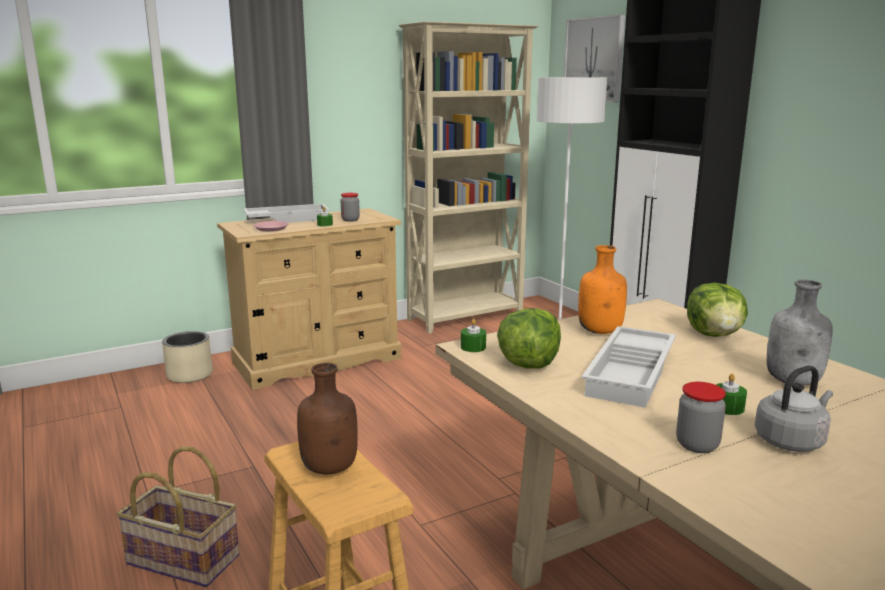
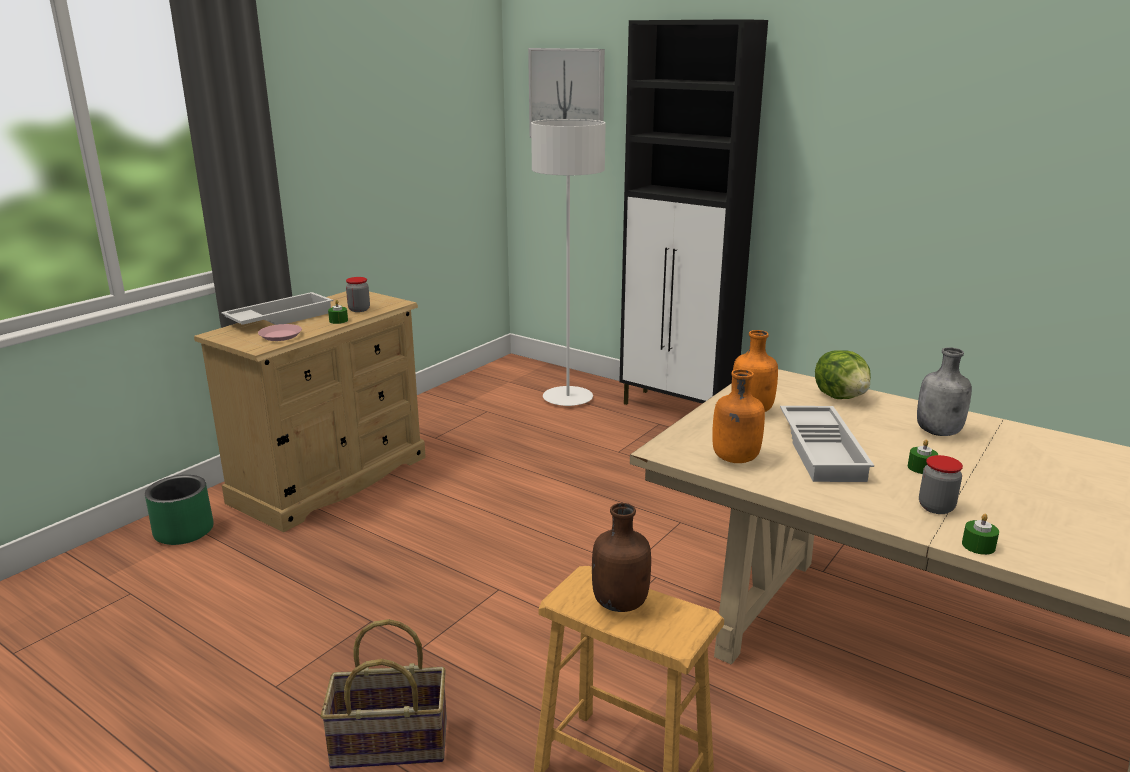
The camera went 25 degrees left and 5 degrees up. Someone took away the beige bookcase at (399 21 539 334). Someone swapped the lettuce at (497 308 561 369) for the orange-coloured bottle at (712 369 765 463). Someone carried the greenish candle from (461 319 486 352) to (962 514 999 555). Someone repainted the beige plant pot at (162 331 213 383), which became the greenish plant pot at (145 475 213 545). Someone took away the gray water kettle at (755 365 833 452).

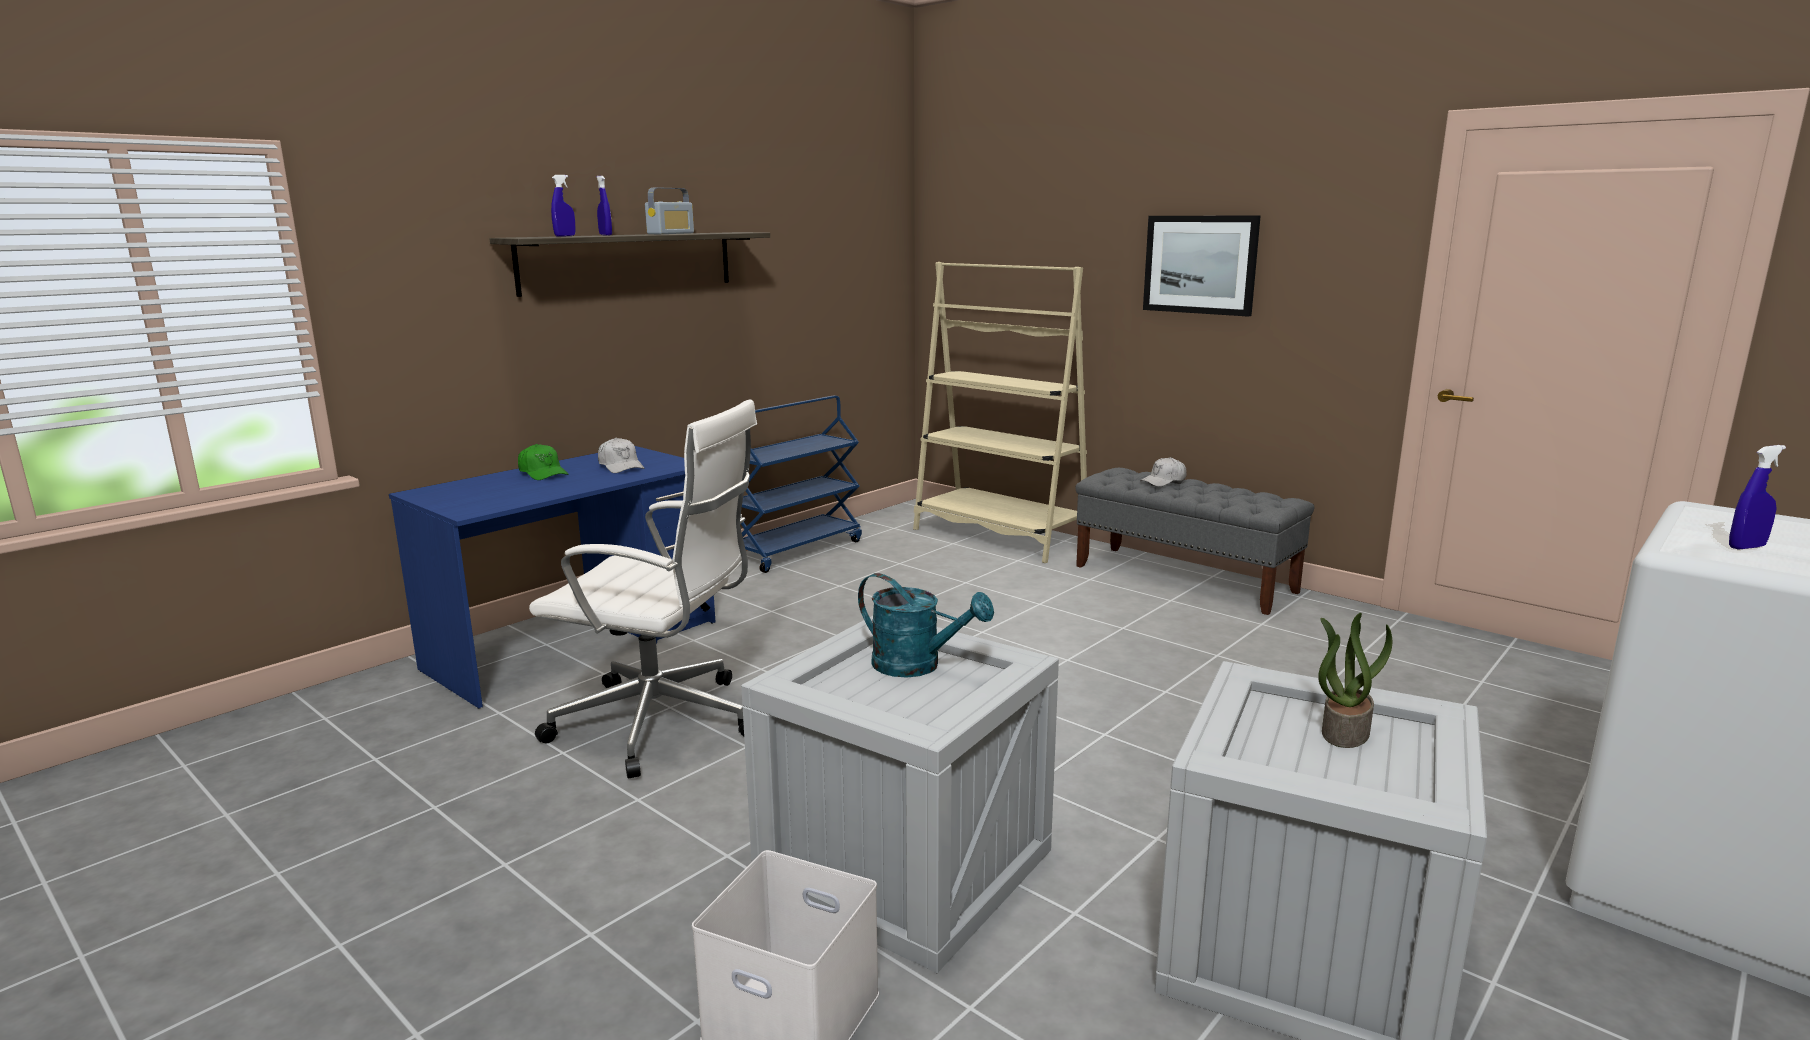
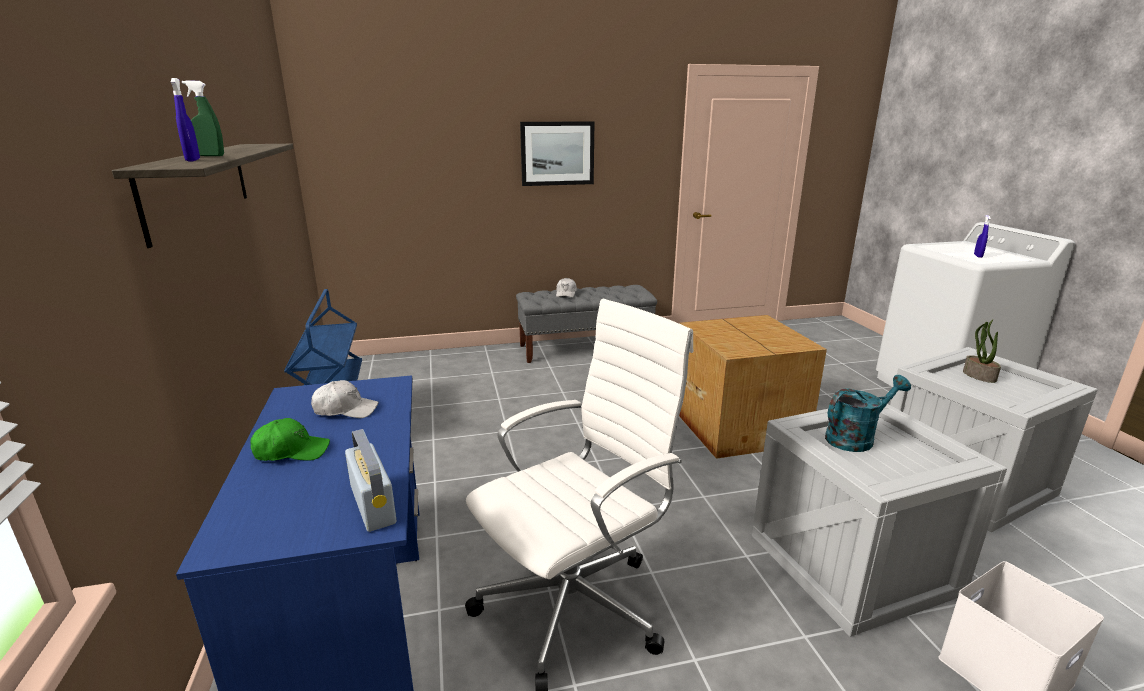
The camera went 55 degrees left and 5 degrees up. Someone repainted the blue-coloured spray bottle at (596 176 612 236), which became the greenish spray bottle at (182 80 224 156). Someone carried the radio from (645 187 694 234) to (345 429 397 532). Someone took away the beige bookcase at (913 262 1087 563). Someone put down the cardboard box at (679 315 827 459).

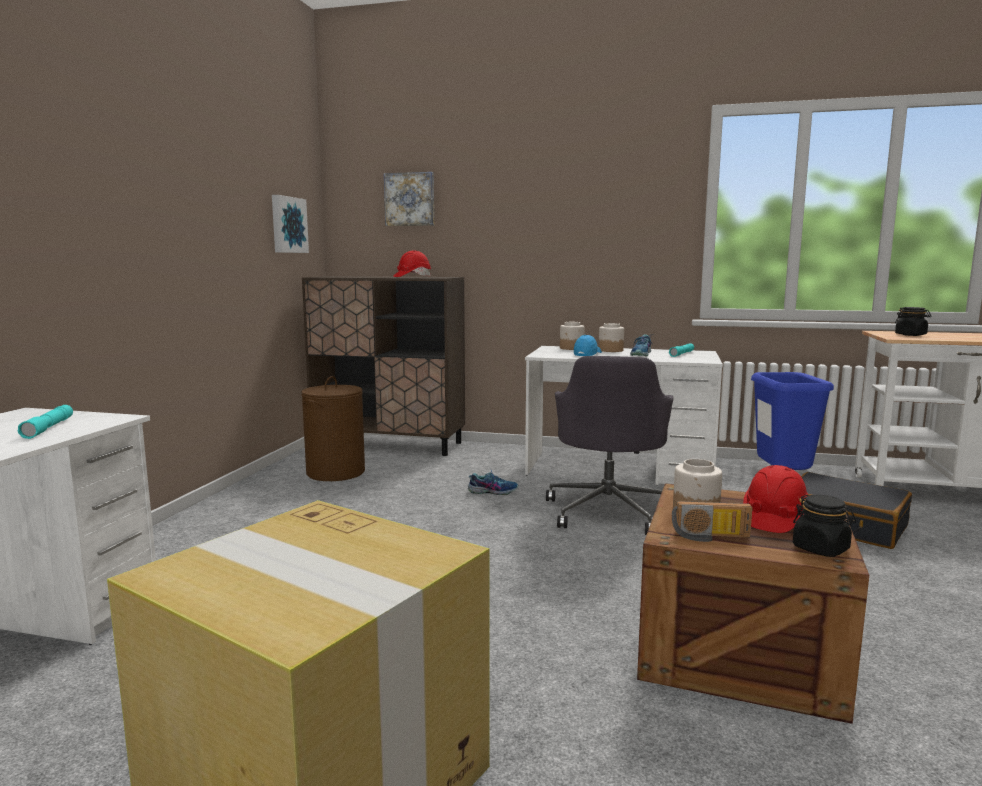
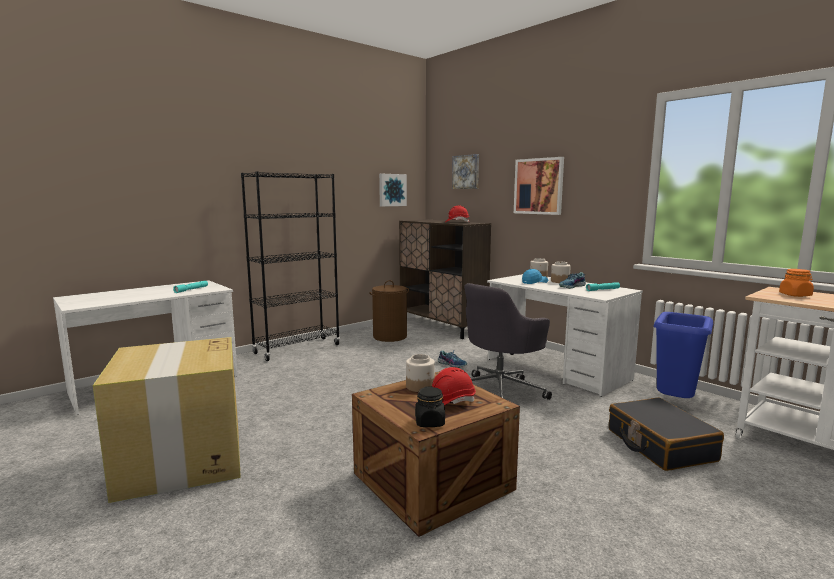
The camera went 35 degrees right and 0 degrees up. Someone repainted the black-coloured storage jar at (895 307 931 336), which became the orange-coloured storage jar at (779 269 814 297). Someone took away the radio at (672 501 752 542). Someone put up the picture at (514 157 564 215). Someone put down the black-coloured bookcase at (241 171 340 361).

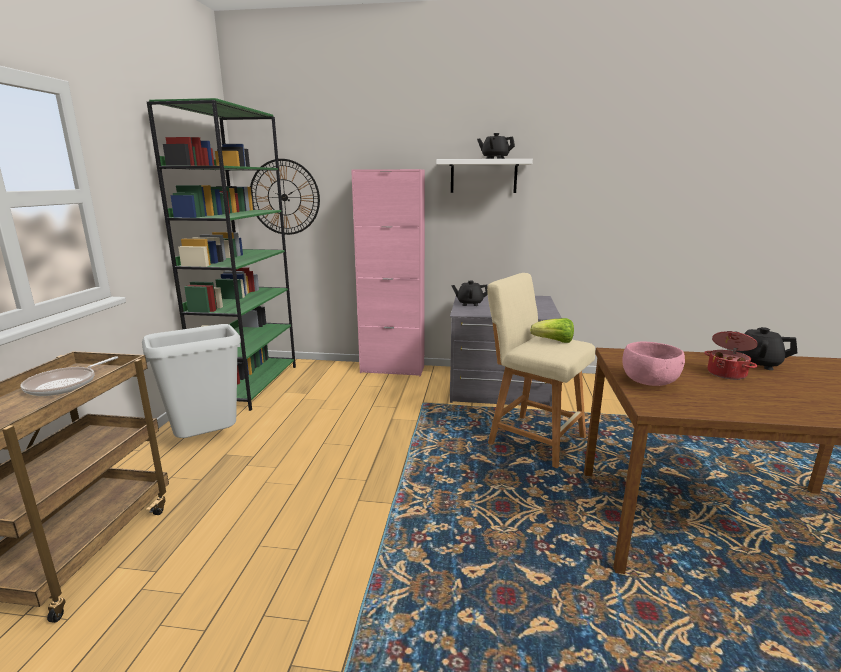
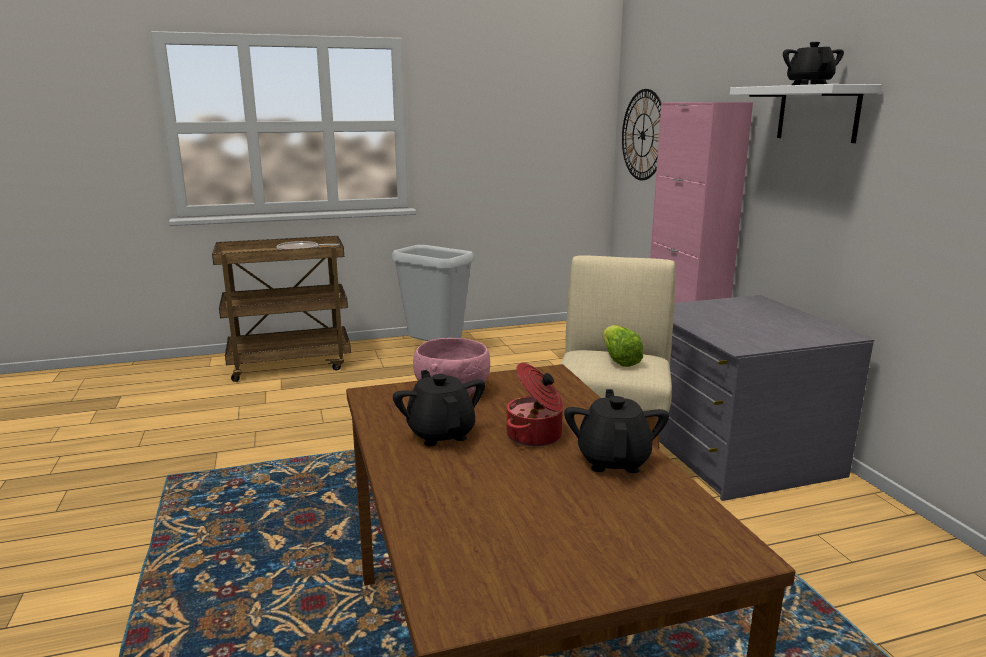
The camera went 65 degrees right and 0 degrees up. Someone took away the greenish bookcase at (147 98 296 411). Someone carried the black-coloured teapot from (452 281 488 306) to (393 370 485 446).

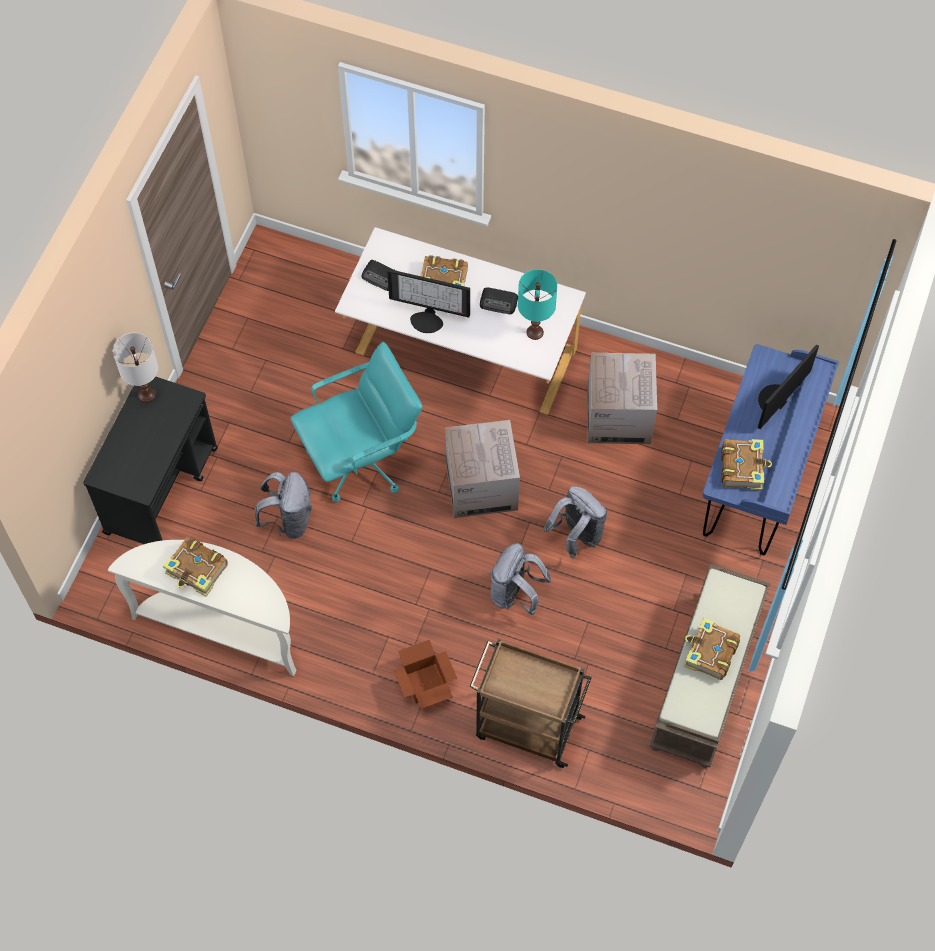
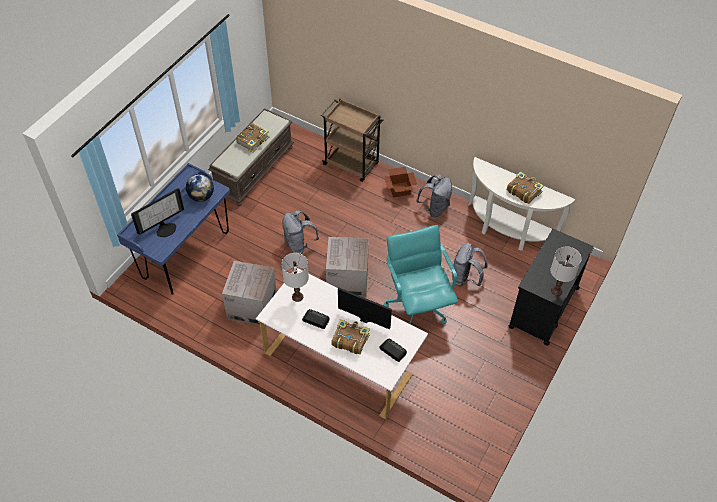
The camera went 170 degrees left and 10 degrees down. Someone repainted the turquoise table lamp at (518 269 557 340), which became the white-coloured table lamp at (282 253 309 302). Someone rotated the turquoise office chair at (290 342 422 503) by 90 degrees clockwise. Someone swapped the book at (721 439 772 491) for the desk globe at (186 174 214 202). Someone carried the gray backpack from (490 544 551 615) to (416 174 452 217).

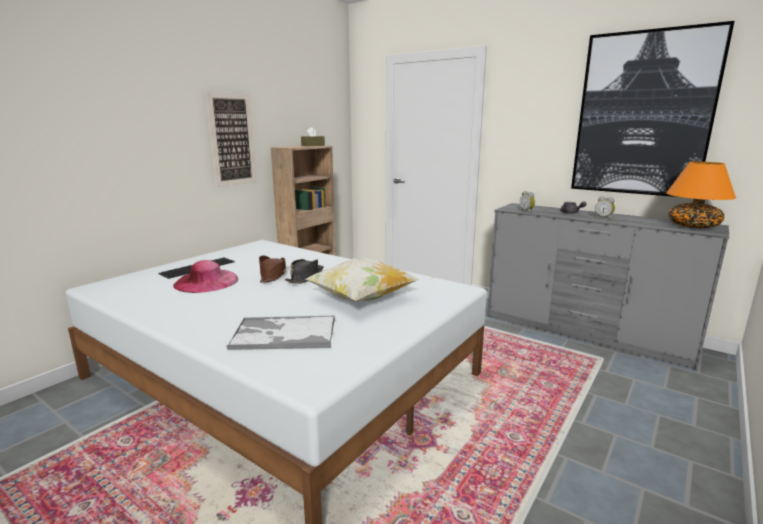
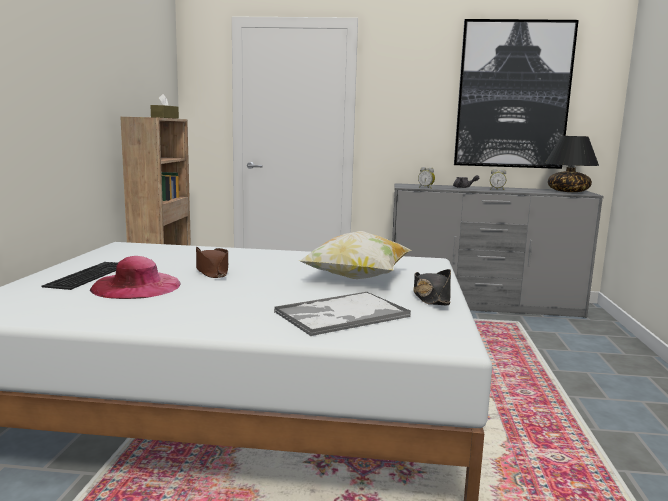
The camera went 30 degrees left and 5 degrees down. Someone took away the picture at (206 92 257 187). Someone repainted the orange-coloured table lamp at (666 162 736 228), which became the black-coloured table lamp at (545 136 599 192). Someone carried the black-coloured wearable hat from (285 259 324 284) to (413 269 451 305).

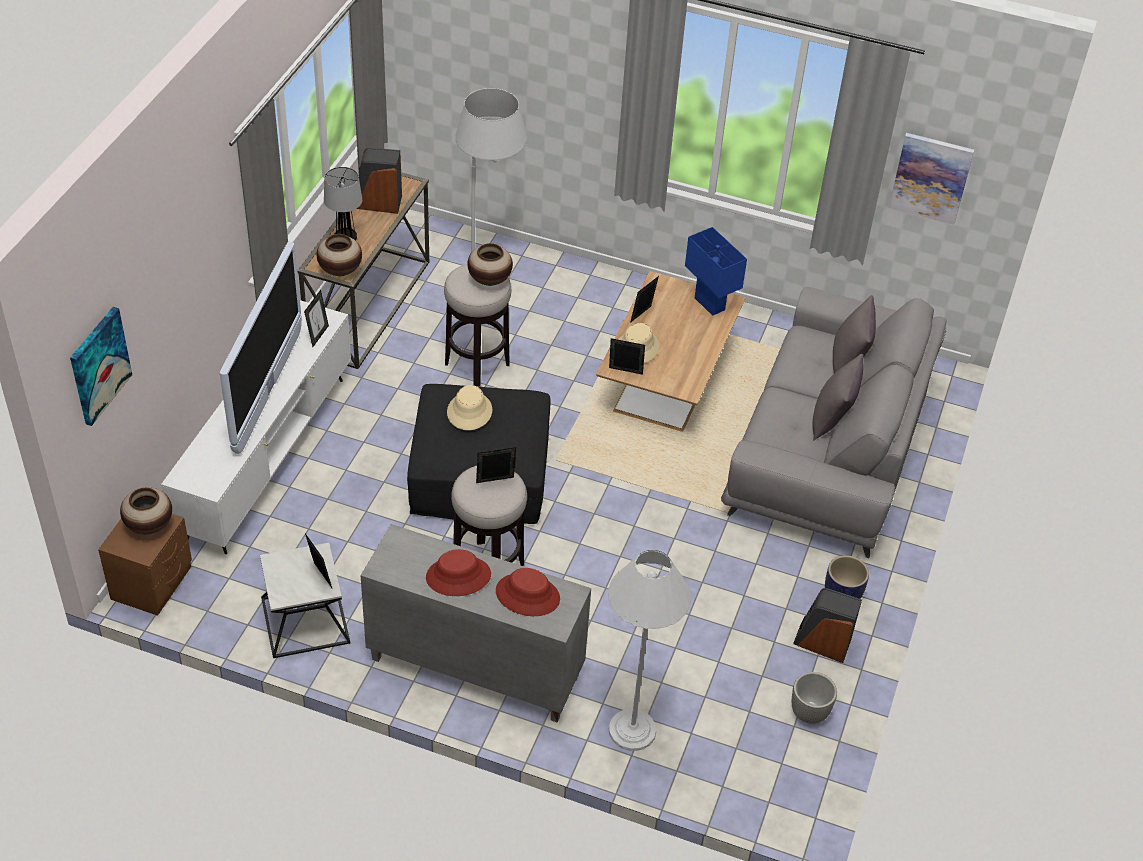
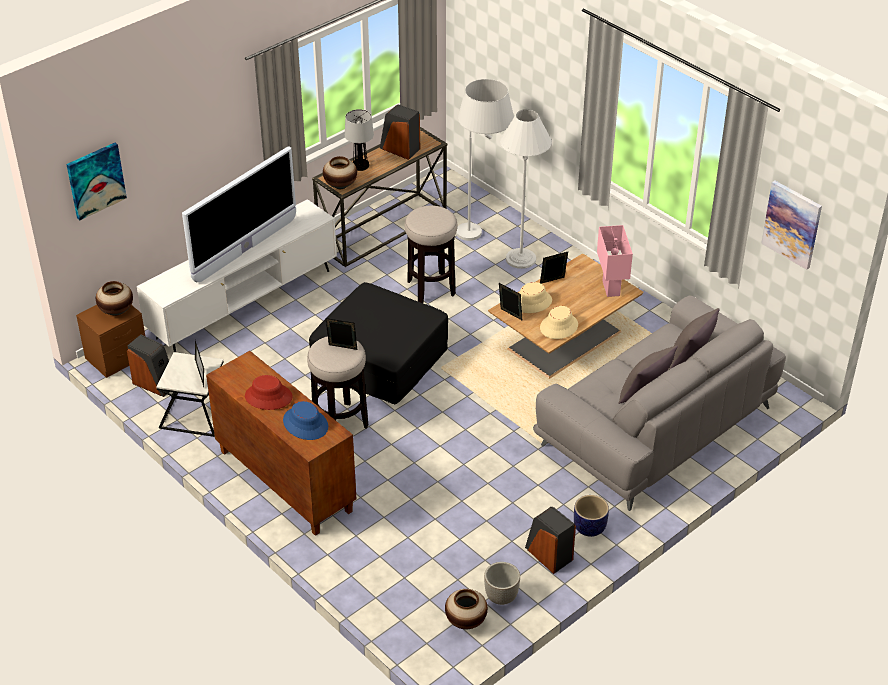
The camera went 30 degrees right and 5 degrees down. Someone repainted the blue-coloured table lamp at (685 227 747 316), which became the pink table lamp at (597 225 633 297). Someone carried the decorative vase from (468 243 513 286) to (445 589 488 629). Someone took away the picture frame at (304 290 329 347). Someone carried the beige wearable hat from (447 385 492 430) to (540 306 578 339). Someone repainted the gray cupboard at (360 524 591 722), which became the brownish cupboard at (206 351 356 536). Someone carried the white-coloured standing lamp from (608 550 691 751) to (500 109 552 269). Someone repainted the reddish wearable hat at (496 568 560 616), which became the blue-coloured wearable hat at (283 401 328 440). Someone put down the loudspeaker at (127 335 169 397).

